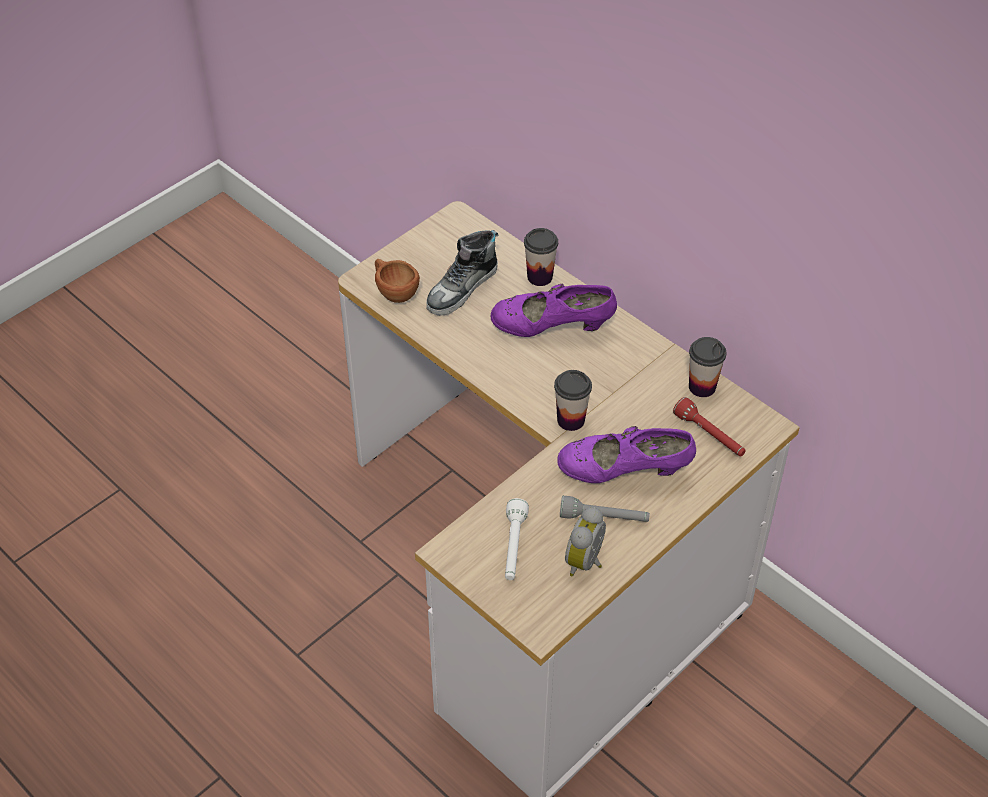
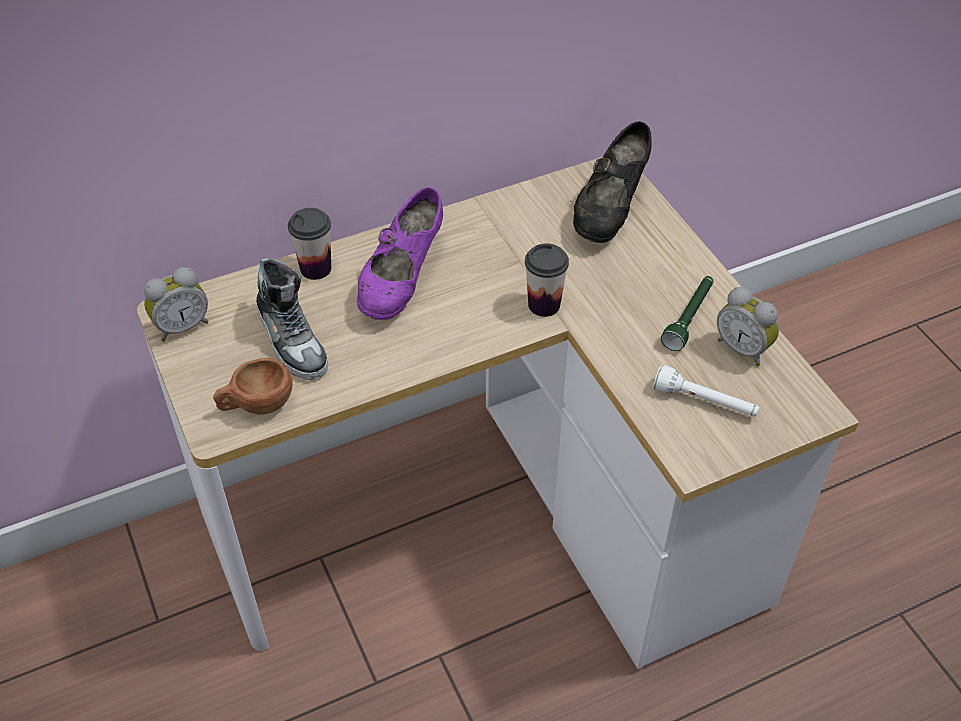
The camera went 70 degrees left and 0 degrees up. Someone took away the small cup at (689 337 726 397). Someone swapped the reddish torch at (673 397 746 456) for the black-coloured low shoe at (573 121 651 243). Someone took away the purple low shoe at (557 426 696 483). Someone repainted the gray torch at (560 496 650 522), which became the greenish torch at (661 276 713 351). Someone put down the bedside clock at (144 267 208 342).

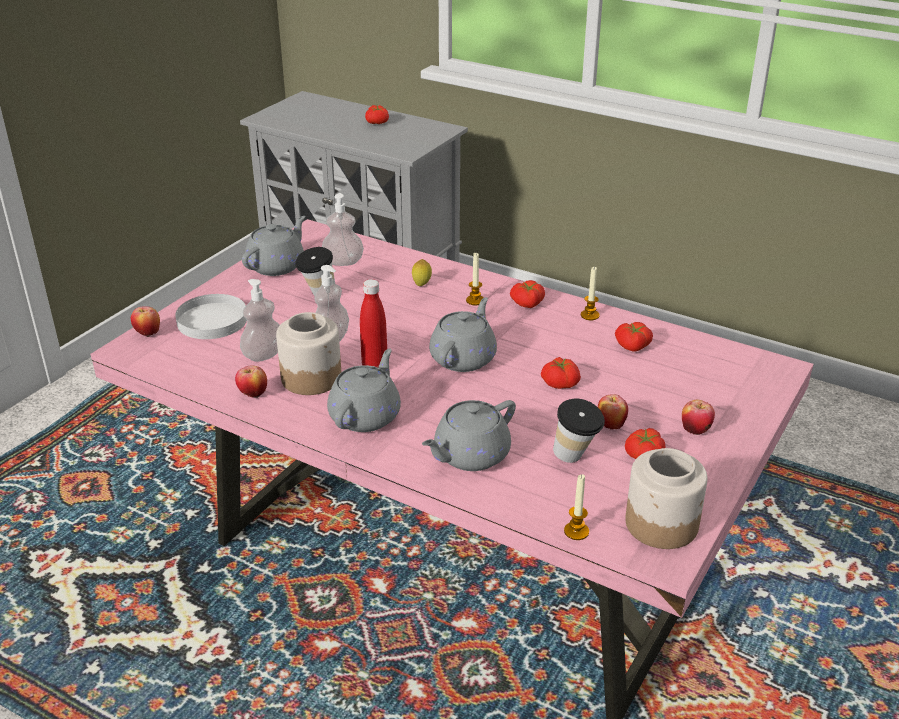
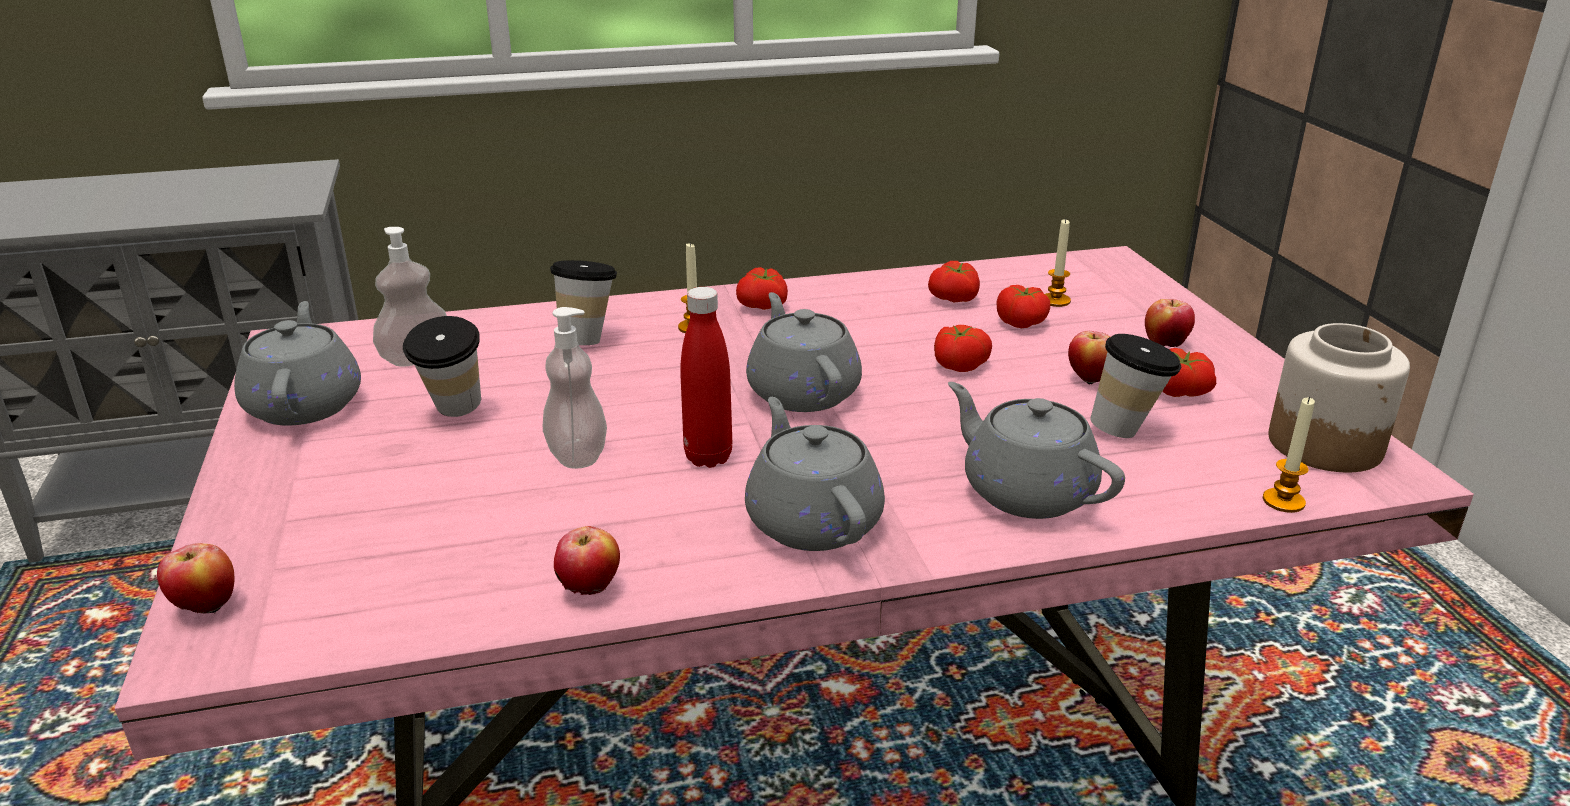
The camera went 45 degrees left and 5 degrees down. Someone carried the whole tomato from (365 105 389 124) to (996 285 1050 328). Someone swapped the citrus fruit at (412 259 432 286) for the small cup at (550 260 617 345). Someone carried the candle from (581 267 600 320) to (1044 219 1071 307). Someone took away the soap dispenser at (240 279 280 362). Someone took away the white-coloured plate at (175 294 247 339). Someone took away the storage jar at (276 312 341 395). Someone rotated the gray teapot at (422 400 516 471) by 135 degrees clockwise.

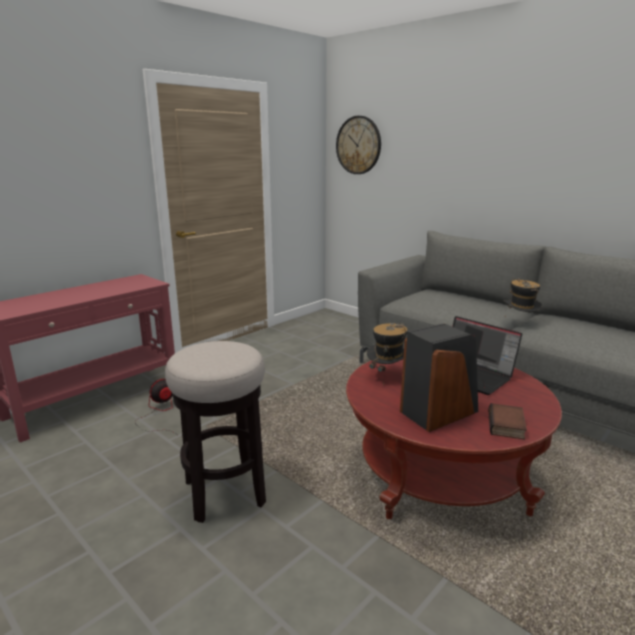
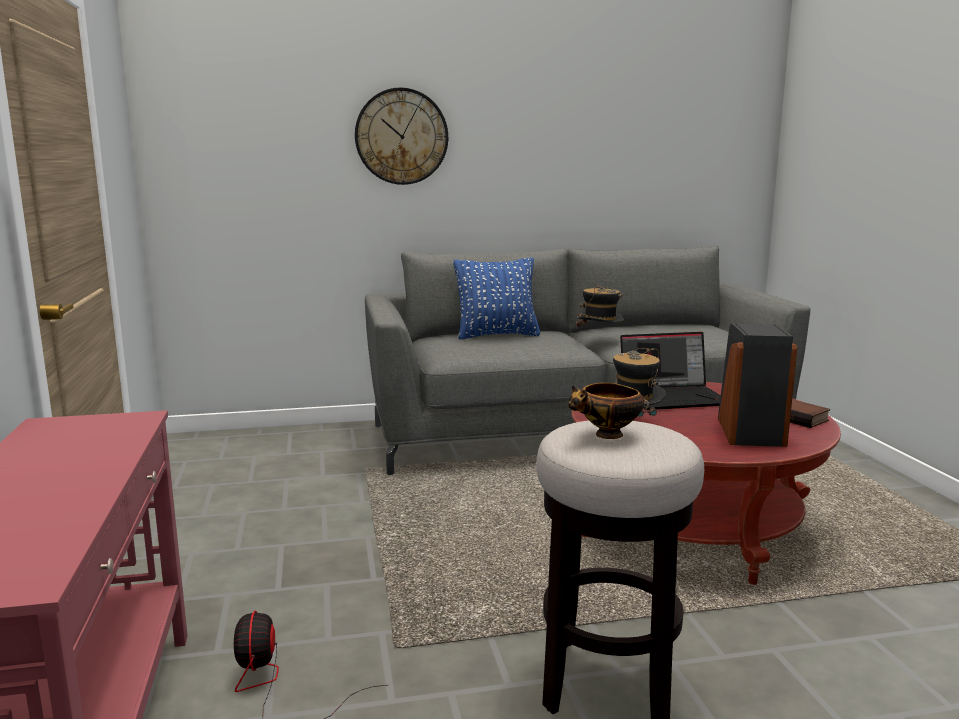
The camera went 55 degrees left and 5 degrees down. Someone carried the wall clock from (336 116 381 174) to (355 88 448 185). Someone put down the blue-coloured throw pillow at (454 257 540 340). Someone put down the bowl at (568 383 644 439).

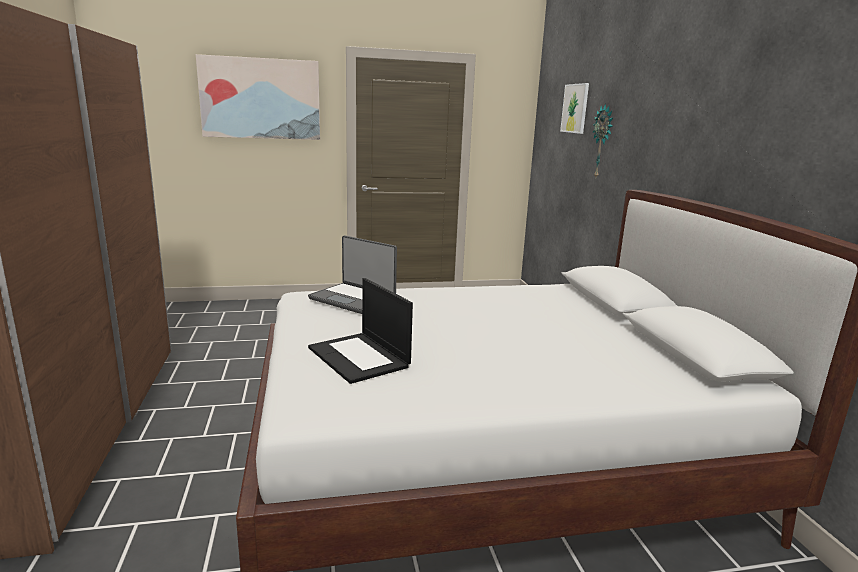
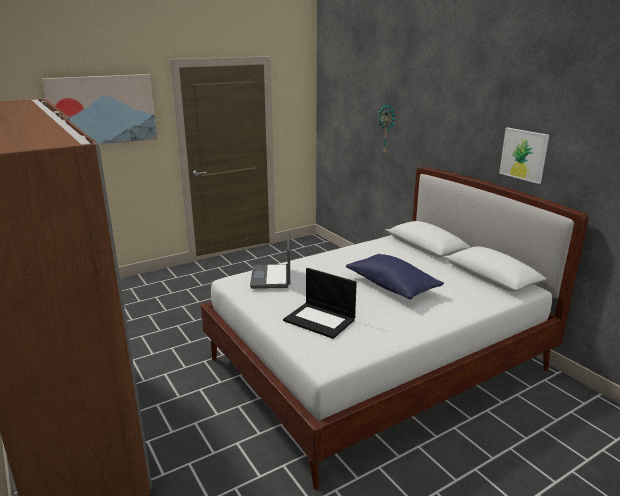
The camera went 20 degrees left and 5 degrees up. Someone carried the picture from (560 83 589 134) to (499 128 549 184). Someone rotated the portable computer at (308 235 397 314) by 75 degrees clockwise. Someone put down the blue-coloured throw pillow at (346 254 444 300).

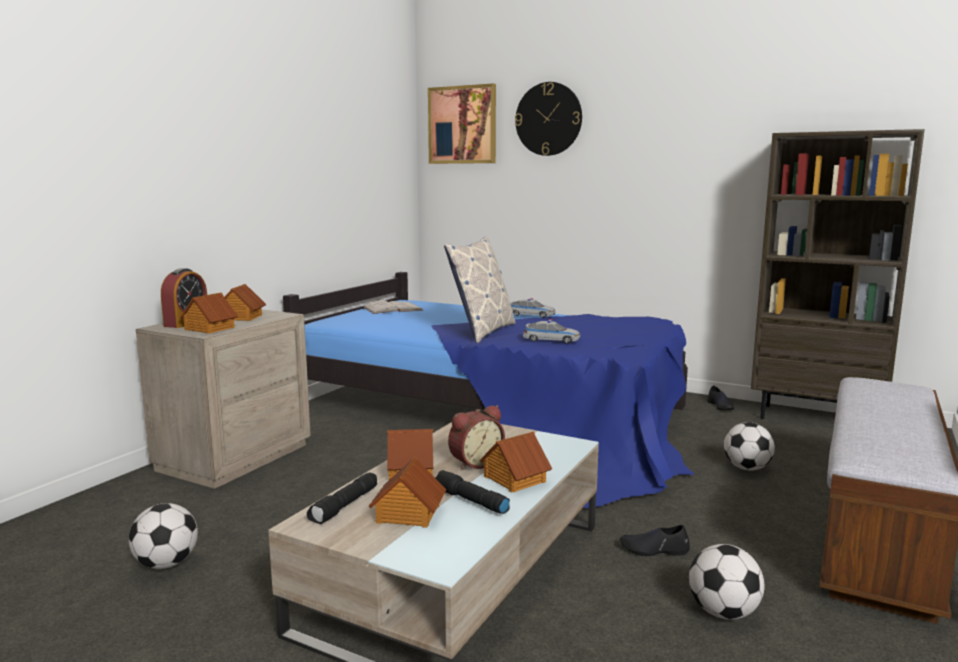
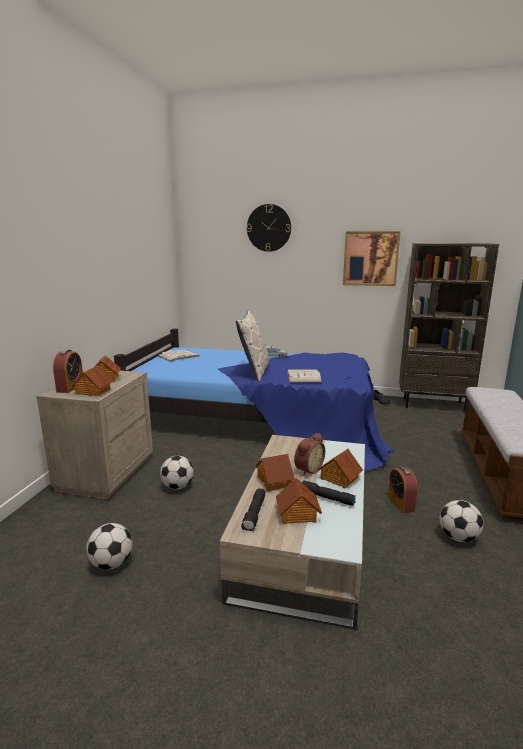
The camera went 15 degrees left and 5 degrees up. Someone carried the picture from (428 83 496 164) to (343 231 401 286). Someone swapped the miniature car at (523 319 580 344) for the white-coloured book at (287 369 322 383). Someone carried the ball for football from (724 422 775 471) to (160 456 194 490). Someone swapped the black-coloured low shoe at (619 525 690 556) for the bedside clock at (388 466 418 513).

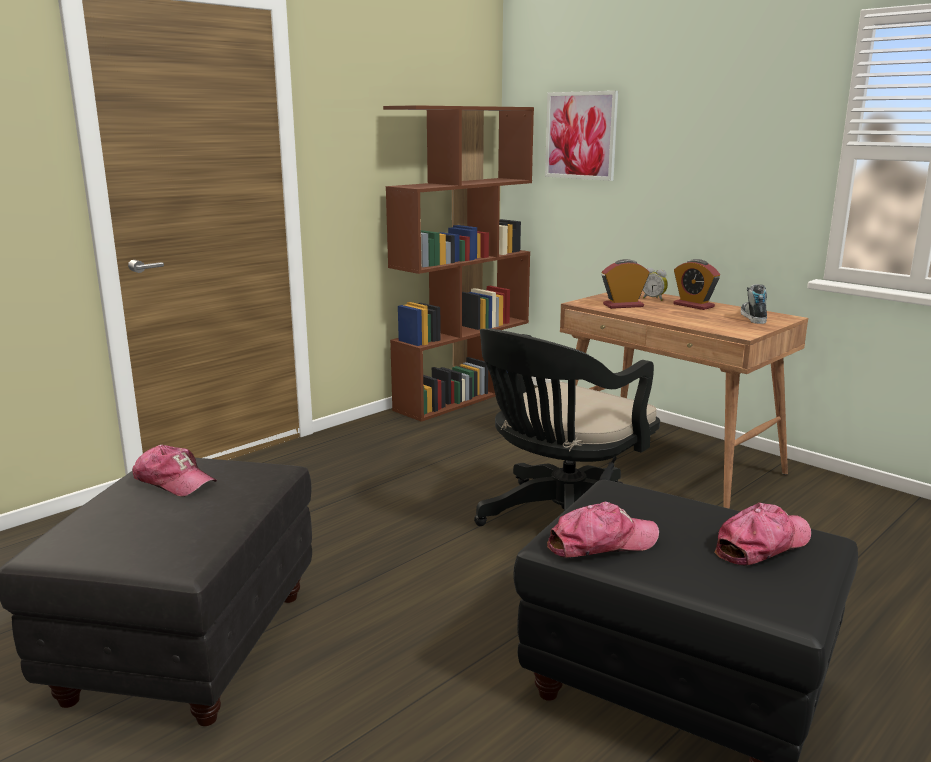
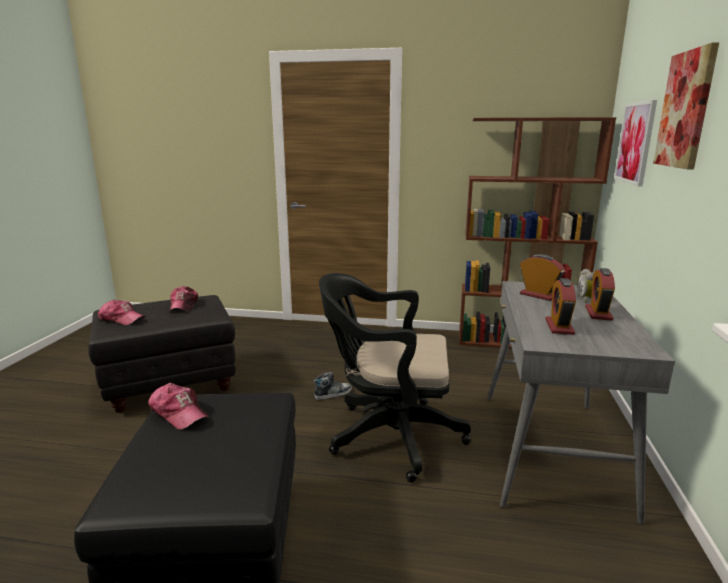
The camera went 55 degrees right and 0 degrees up. Someone carried the low shoe from (741 284 767 324) to (313 372 352 400). Someone repainted the brownish desk at (560 291 808 509), which became the gray desk at (487 281 675 524). Someone carried the peaked cap from (715 503 811 565) to (98 300 145 325). Someone put up the picture at (653 42 719 169). Someone put down the bedside clock at (545 278 576 335).

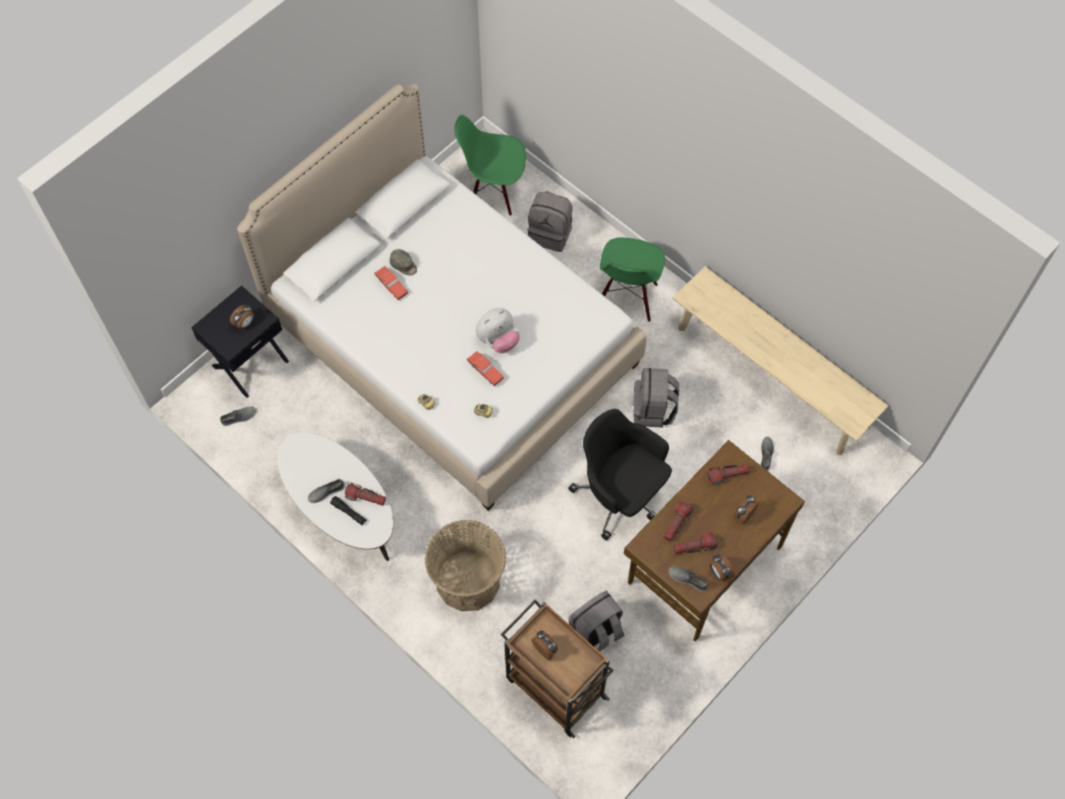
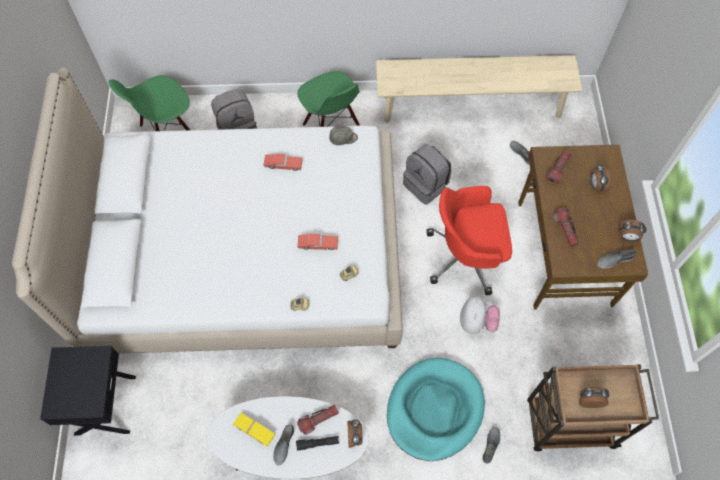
The camera went 45 degrees left and 0 degrees up. Someone carried the gray peaked cap from (390 249 417 275) to (329 126 358 145). Someone carried the reddish miniature car from (374 266 408 300) to (263 154 302 171). Someone carried the bedside clock from (230 305 254 329) to (347 419 363 448). Someone carried the soft toy from (476 308 520 353) to (460 296 500 334). Someone carried the gray low shoe from (220 406 256 426) to (482 426 500 464). Someone repainted the black-coloured office chair at (568 409 672 540), which became the reddish office chair at (426 186 512 295). Someone swapped the storage basket at (424 520 506 611) for the turquoise dog cushion at (387 358 485 461). Someone took away the torch at (673 532 717 554). Someone took away the gray backpack at (568 591 625 652). Someone put down the yellow miniature car at (233 413 275 447).

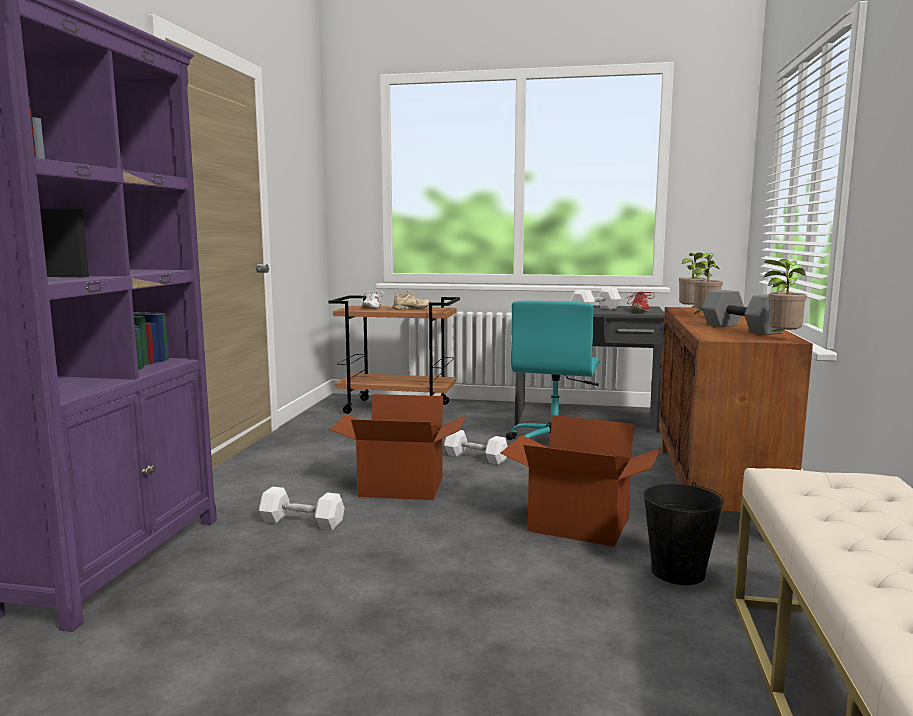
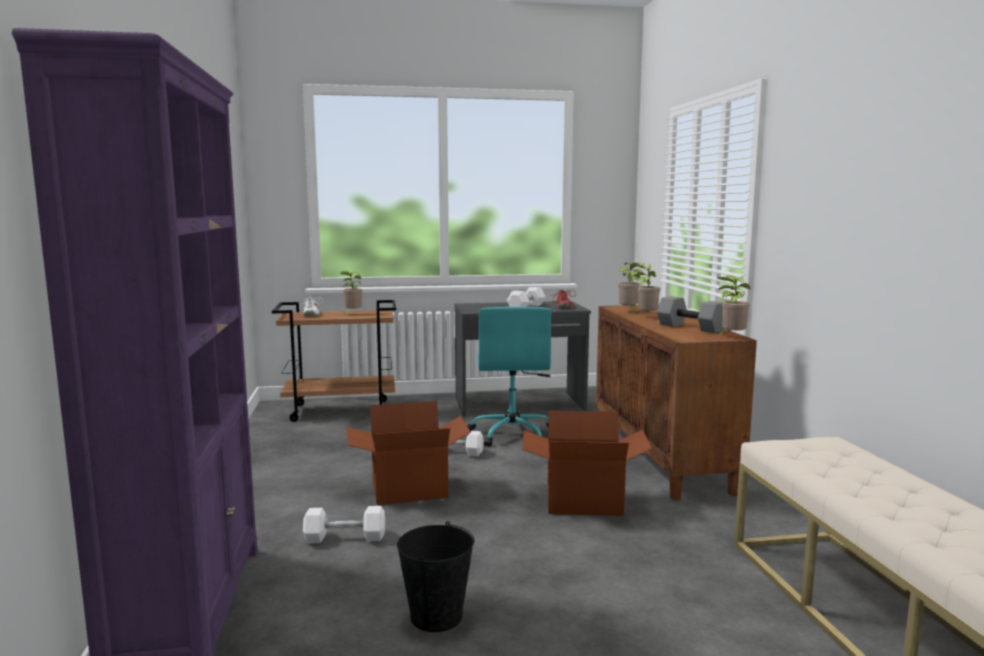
The camera went 20 degrees left and 0 degrees up. Someone swapped the beige low shoe at (392 291 430 310) for the houseplant at (340 271 362 315). Someone carried the black-coloured pail from (644 482 724 585) to (397 521 474 632).

